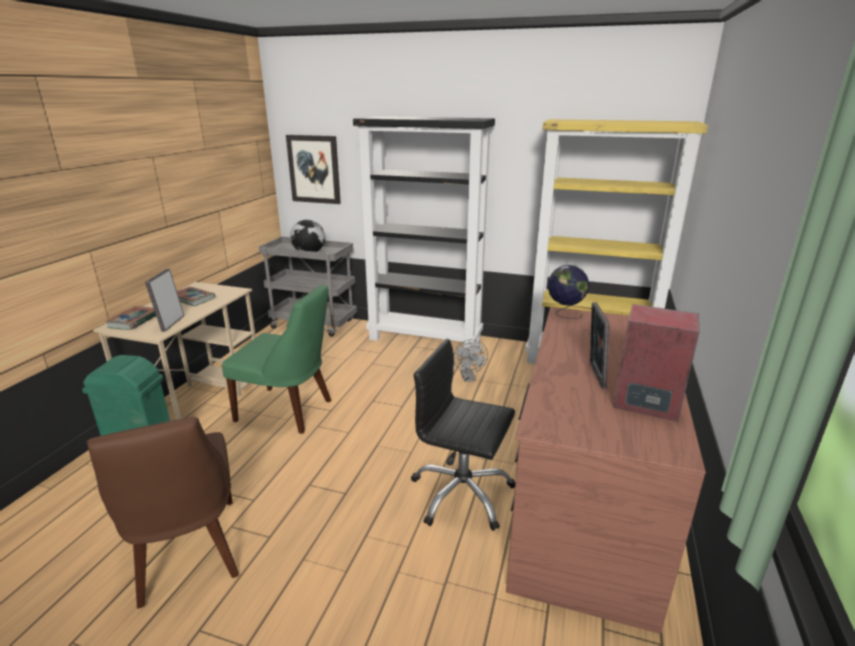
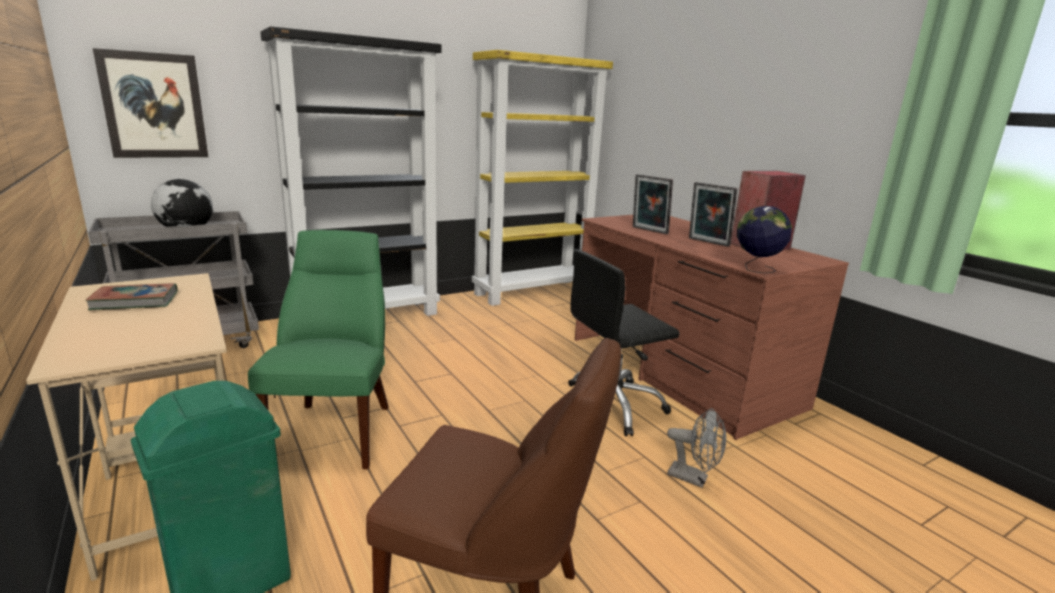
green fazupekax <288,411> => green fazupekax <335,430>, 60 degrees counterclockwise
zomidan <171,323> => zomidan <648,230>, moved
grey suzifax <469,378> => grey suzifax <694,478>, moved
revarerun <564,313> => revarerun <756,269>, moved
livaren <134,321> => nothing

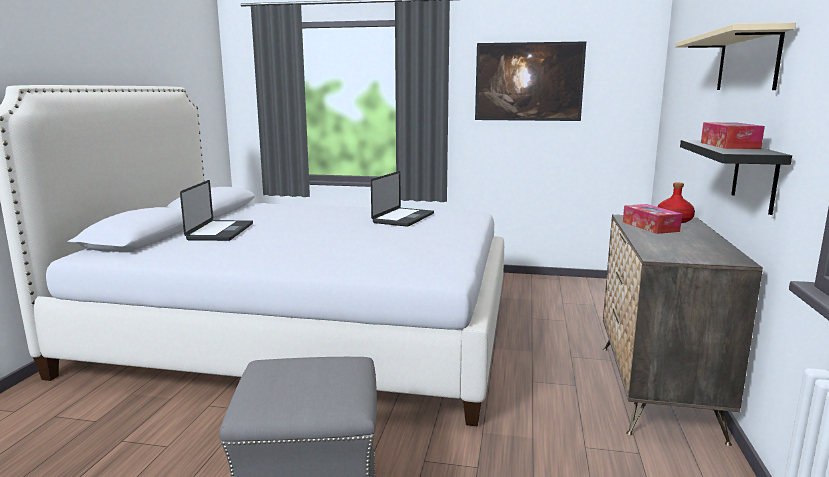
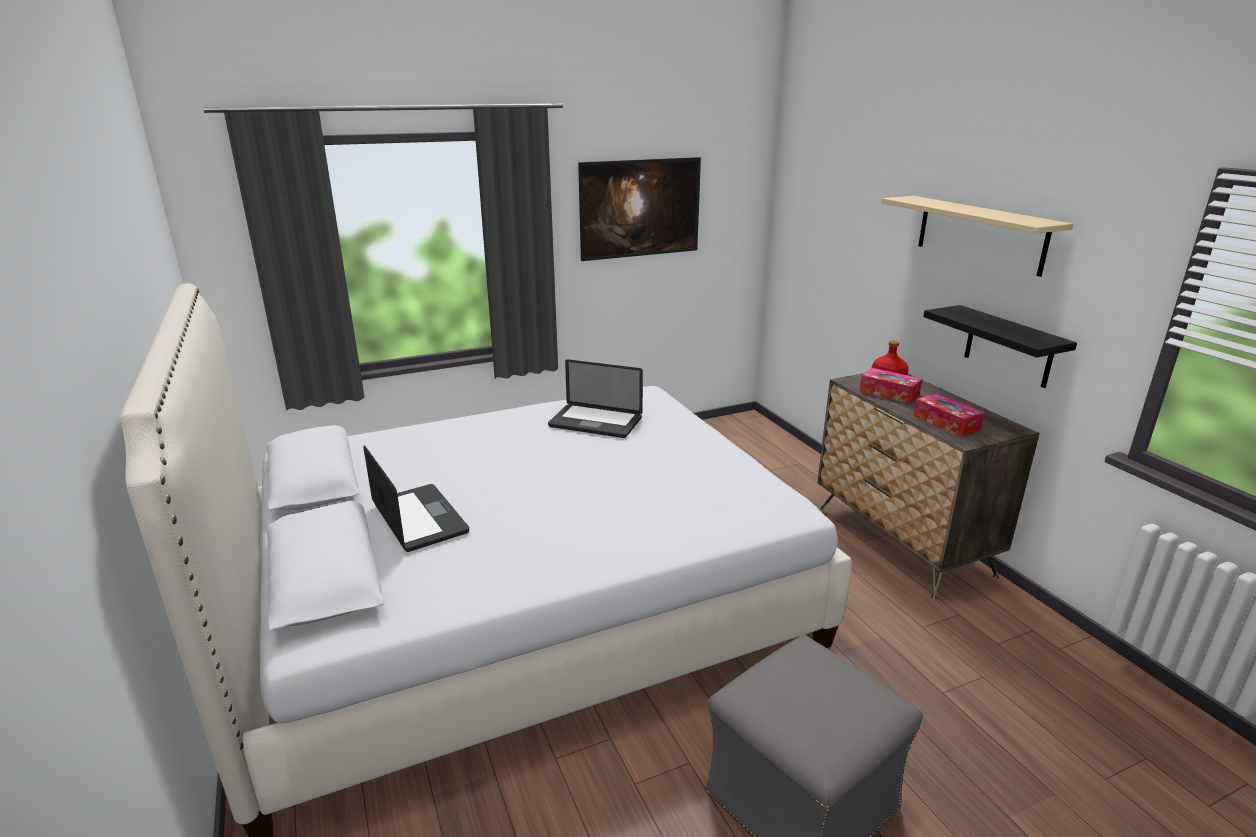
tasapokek <403,218> => tasapokek <595,422>, 120 degrees clockwise
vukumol <729,145> => vukumol <946,423>, moved

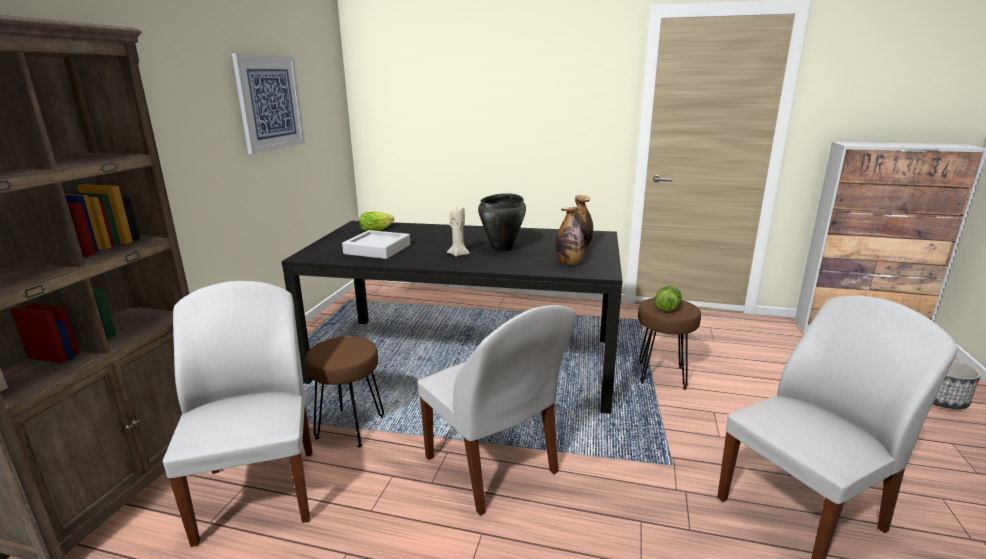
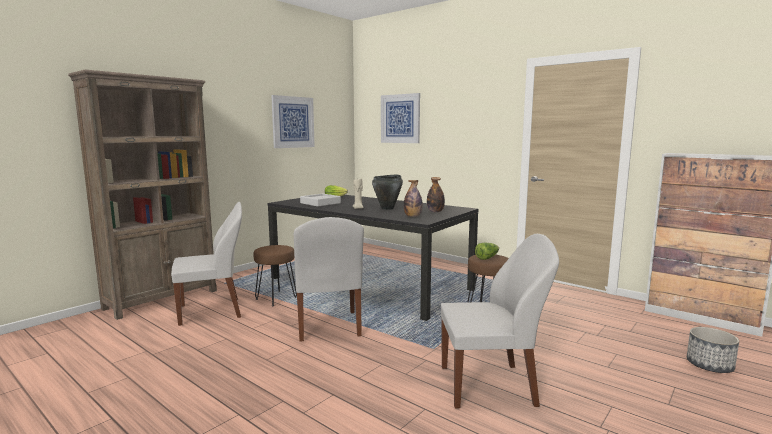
white fazupekax <259,491> => white fazupekax <212,311>, 60 degrees clockwise
nothing => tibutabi <400,118>

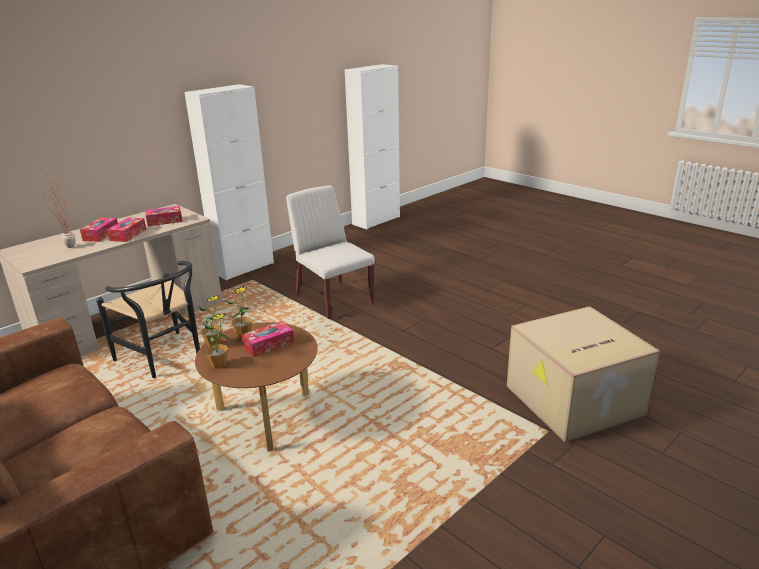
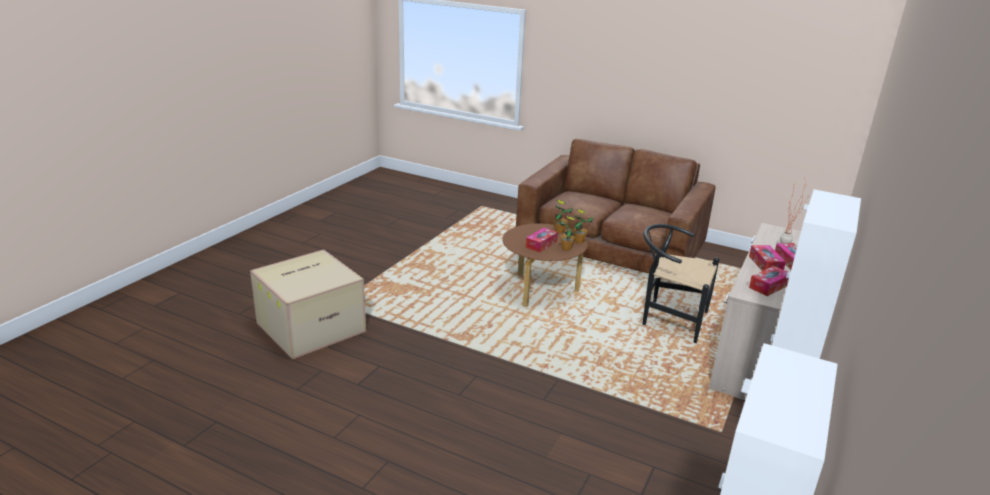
white fazupekax <333,299> => nothing

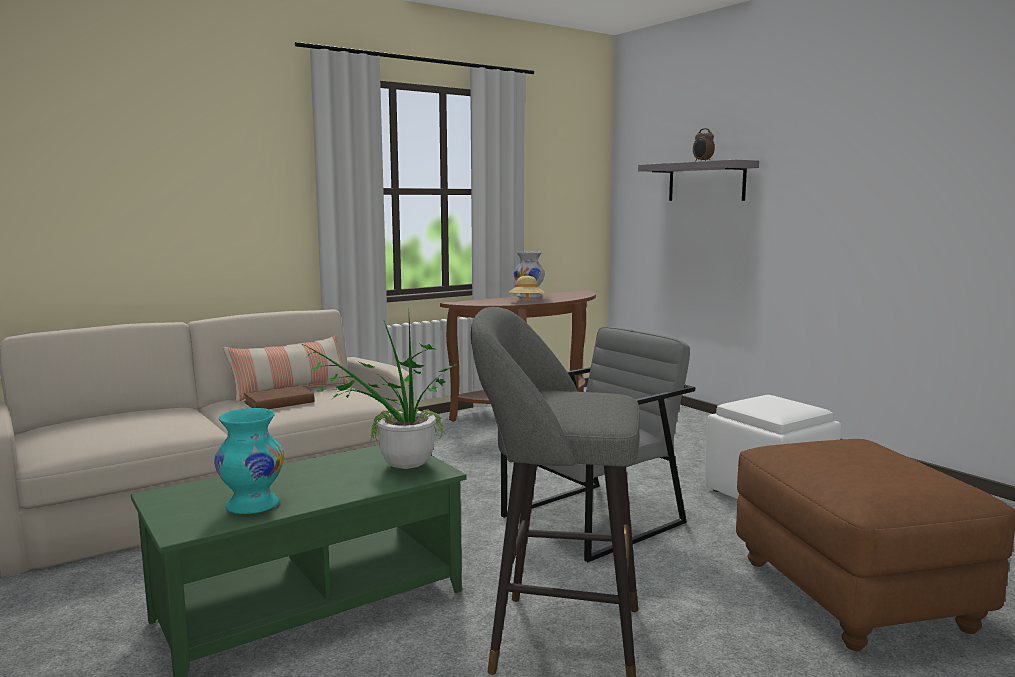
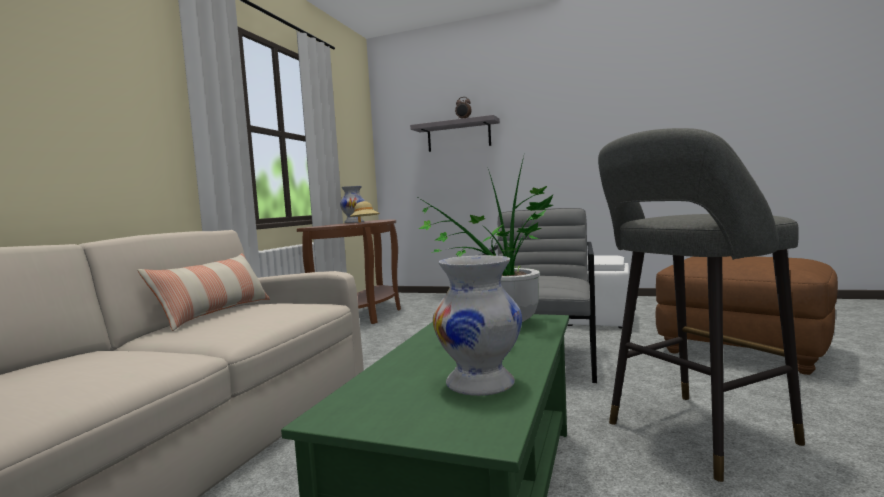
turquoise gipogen <253,505> => white gipogen <481,384>
brown livaren <277,403> => nothing

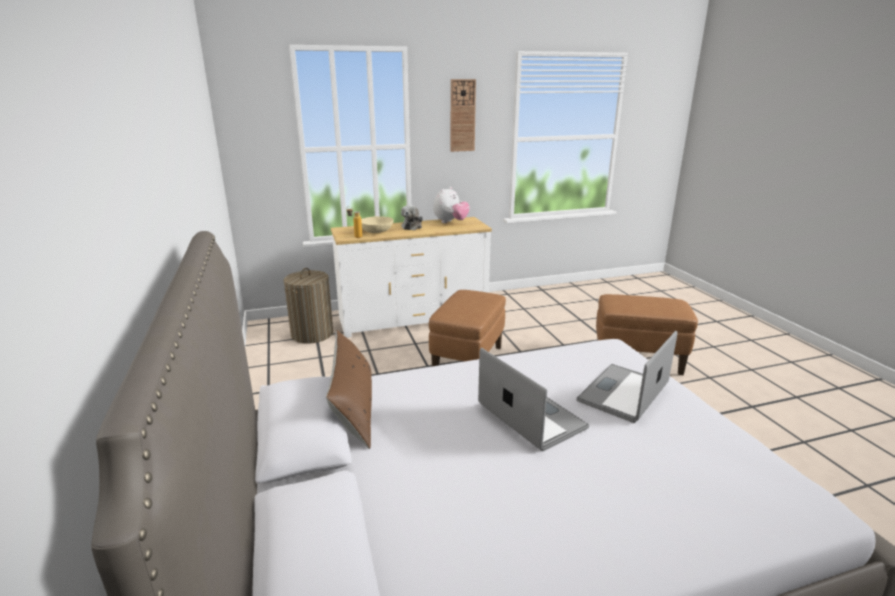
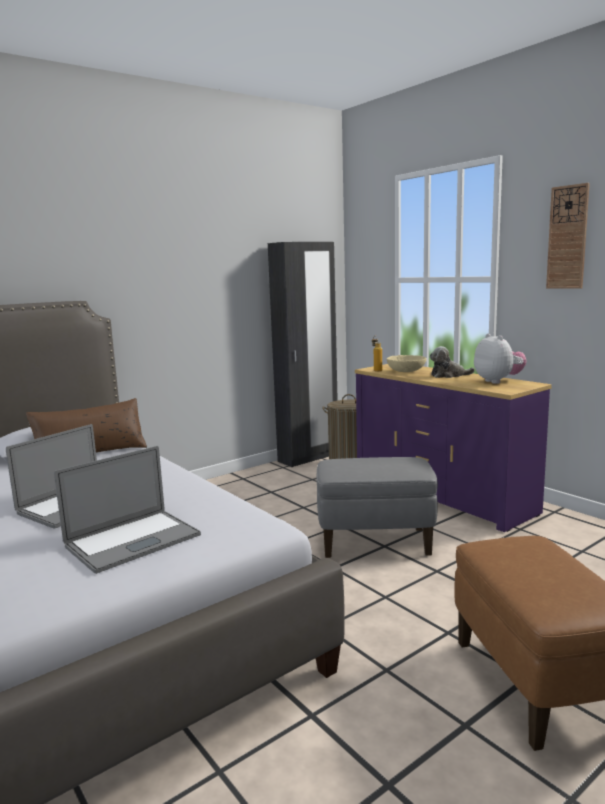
tasapokek <623,393> => tasapokek <133,541>, 120 degrees clockwise
nothing => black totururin <308,458>
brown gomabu <468,360> => grey gomabu <375,542>
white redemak <413,318> => purple redemak <442,494>
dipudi <450,222> => dipudi <498,381>, 120 degrees counterclockwise

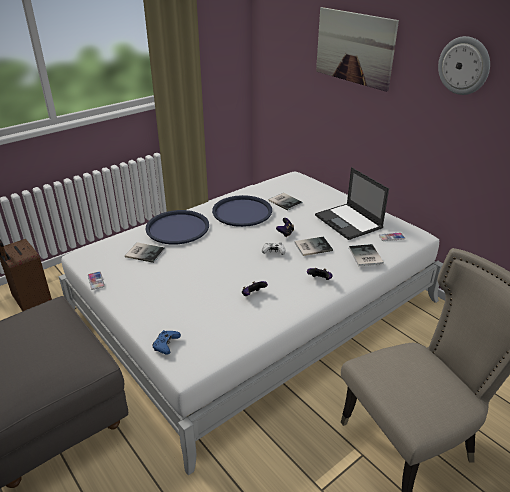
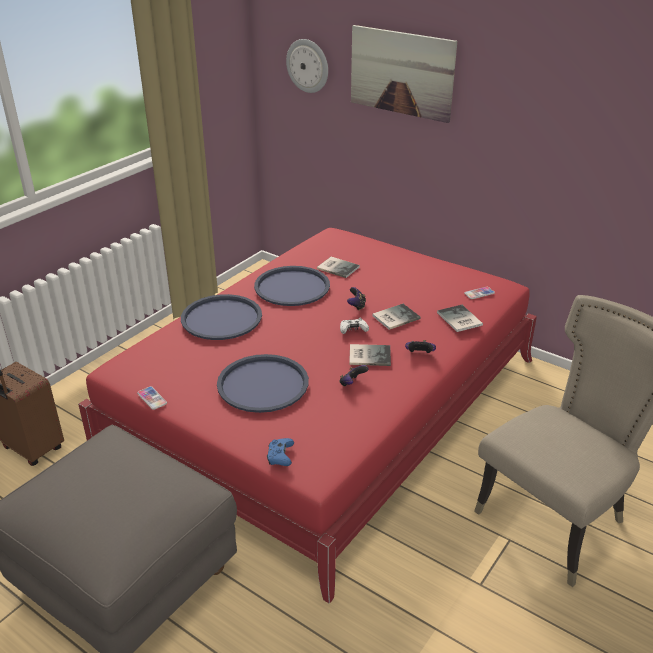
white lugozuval <254,307> => red lugozuval <326,403>
nothing => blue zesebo <263,384>
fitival <464,65> => fitival <308,65>, moved
livaren <144,252> => livaren <368,355>, moved
tasapokek <349,222> => nothing

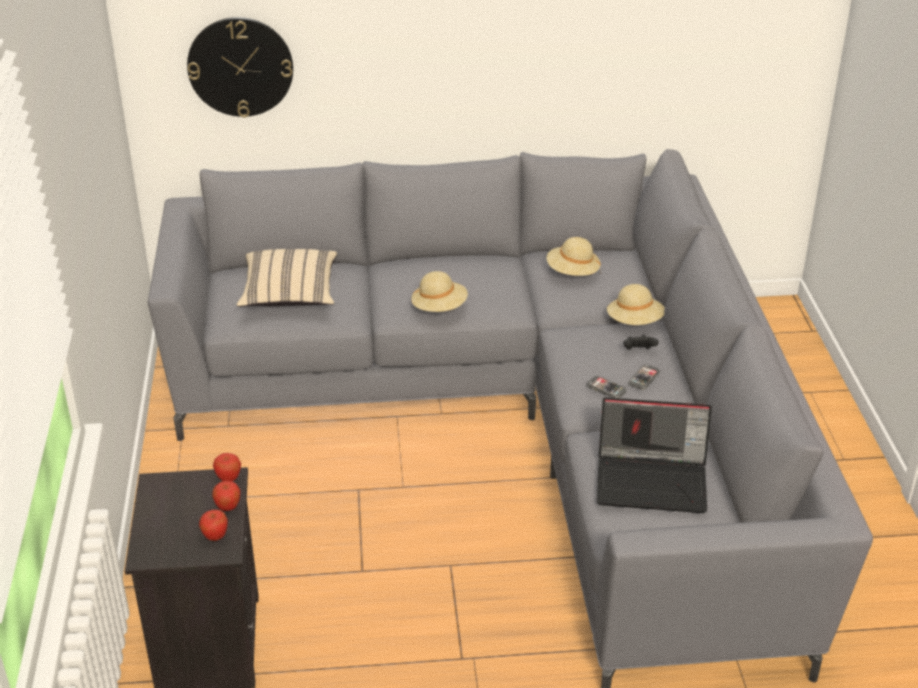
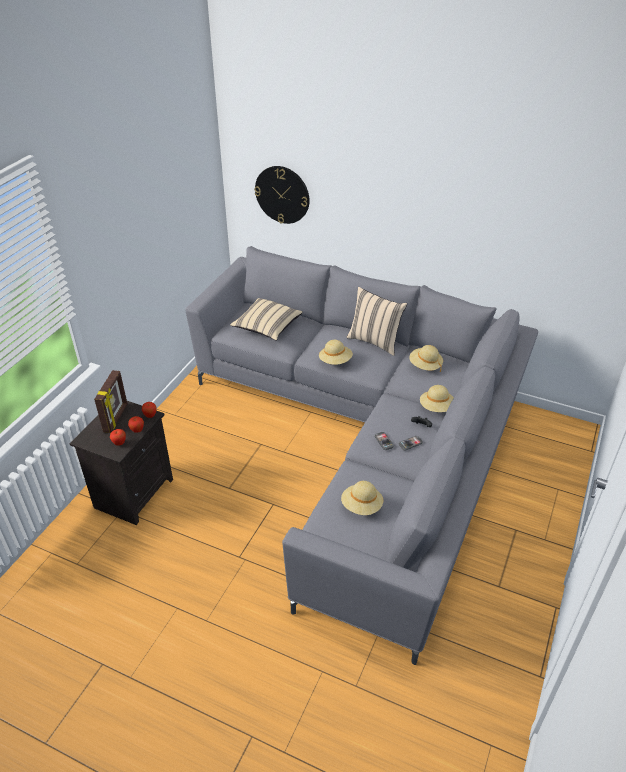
nothing => zomidan <116,418>
tasapokek <653,480> => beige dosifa <361,506>
nothing => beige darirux <375,341>

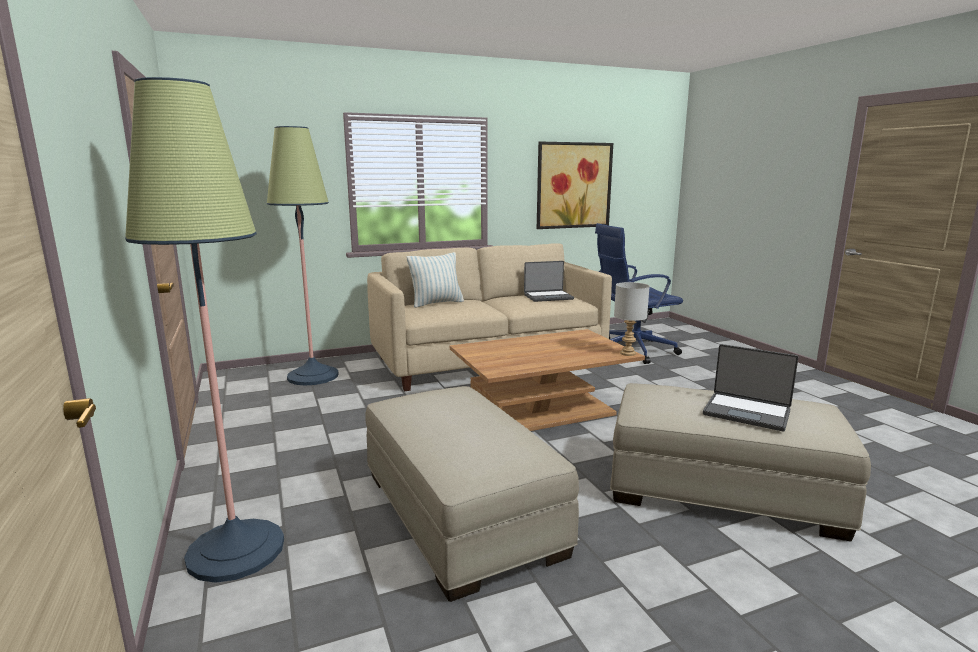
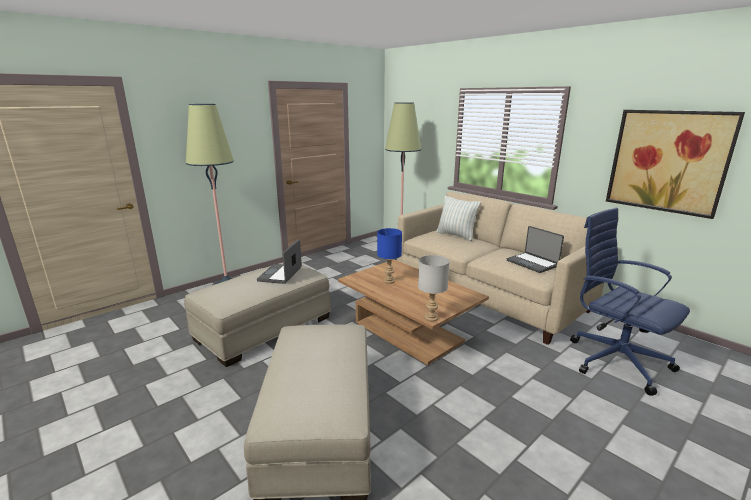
tasapokek <747,412> => tasapokek <281,274>, moved
nothing => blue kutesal <389,281>

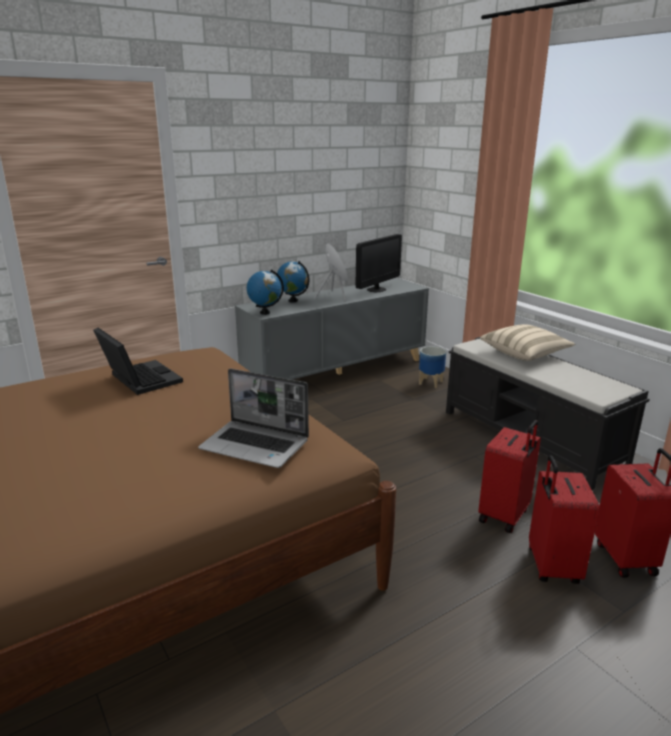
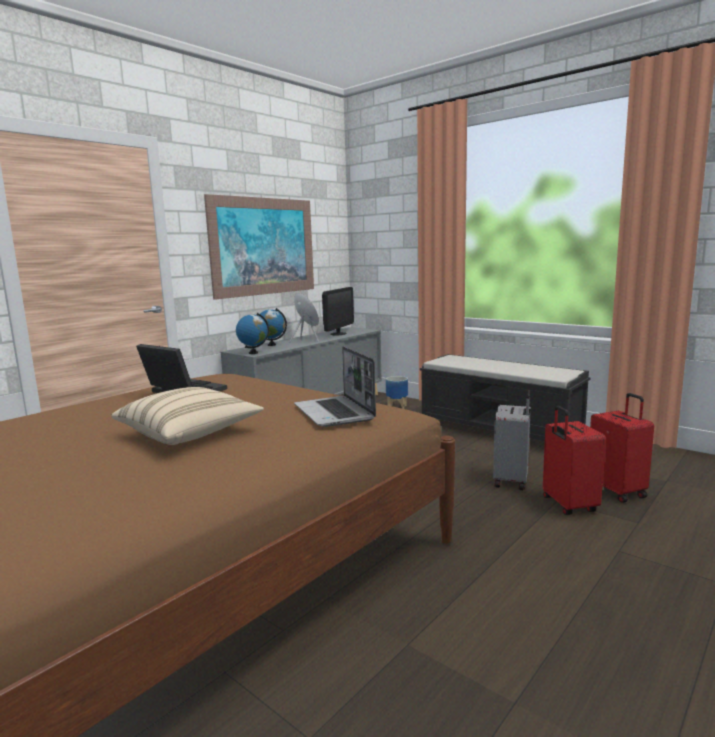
beige darirux <525,354> => beige darirux <190,434>, moved
nothing => tibutabi <264,246>
tasapokek <256,445> => tasapokek <335,413>, 60 degrees clockwise
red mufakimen <505,516> => grey mufakimen <512,480>

